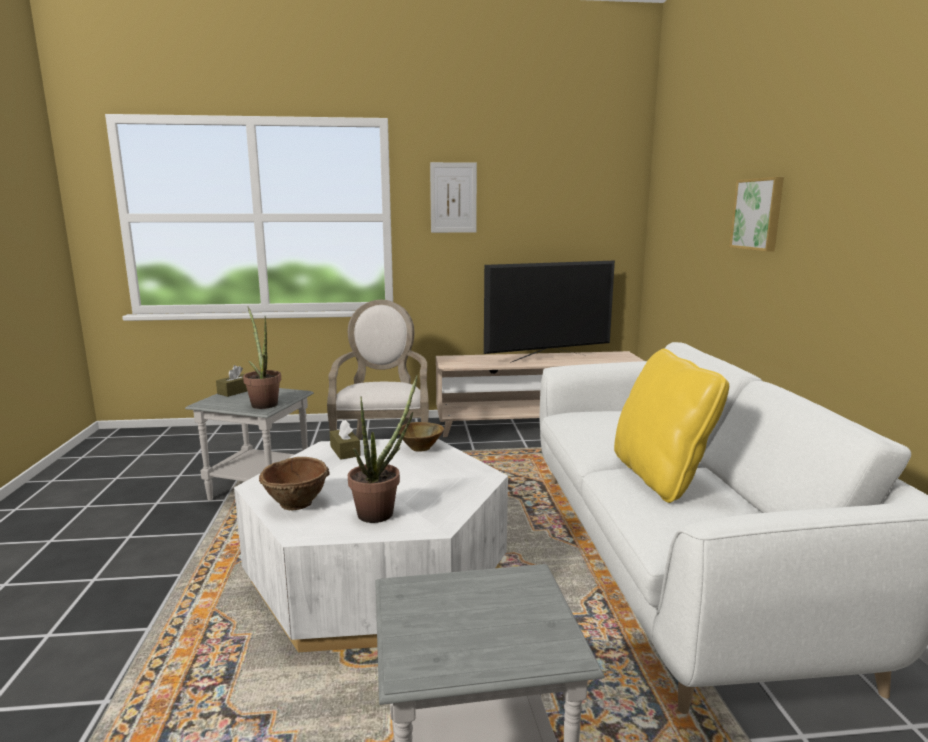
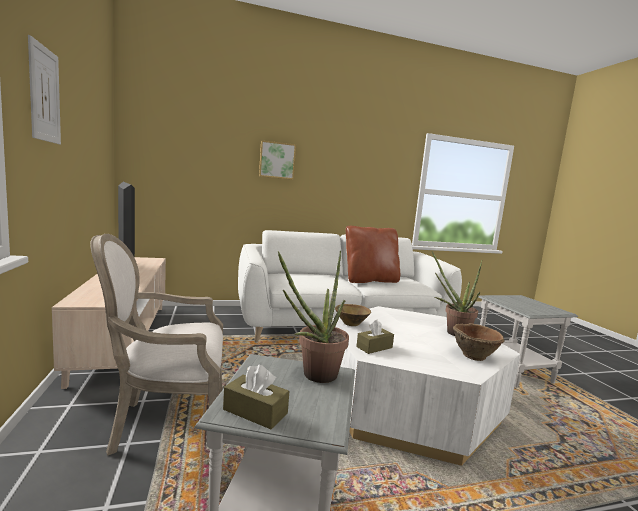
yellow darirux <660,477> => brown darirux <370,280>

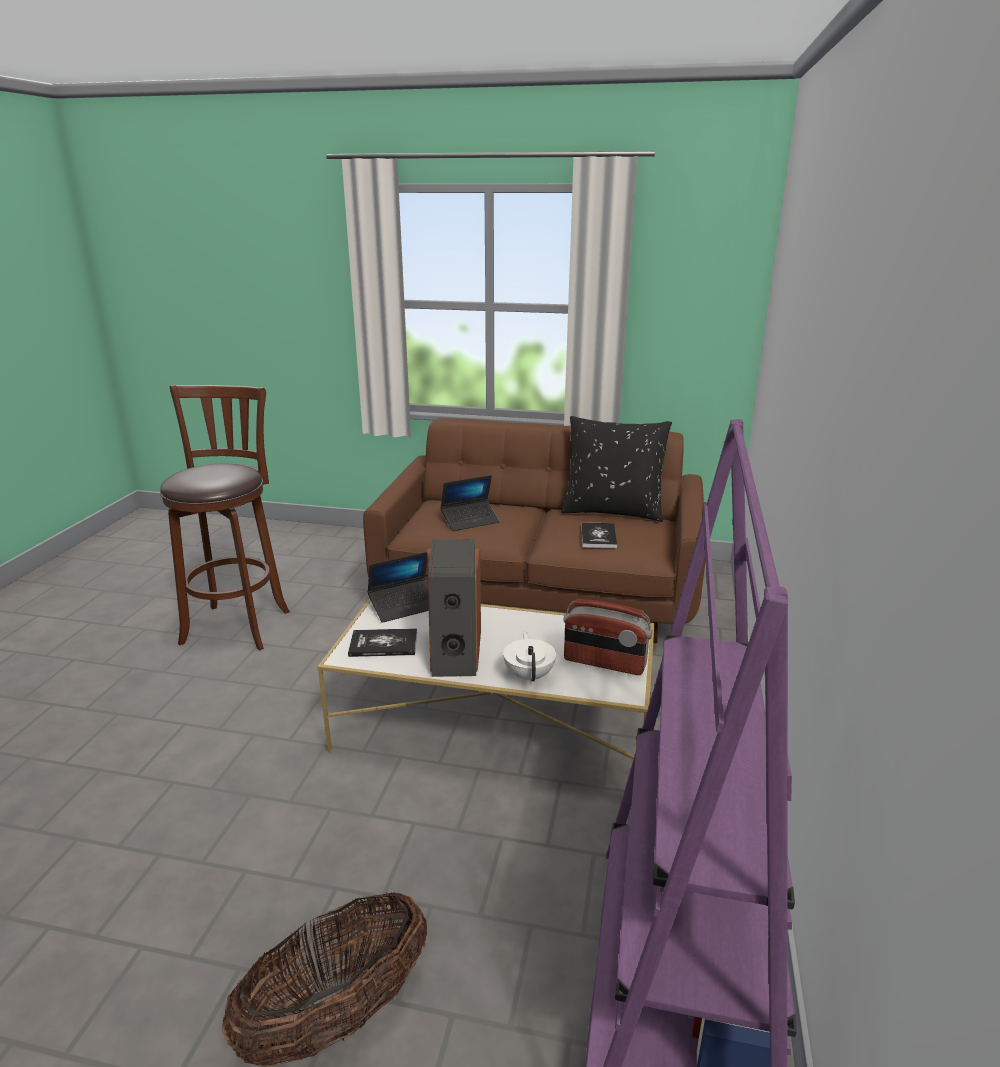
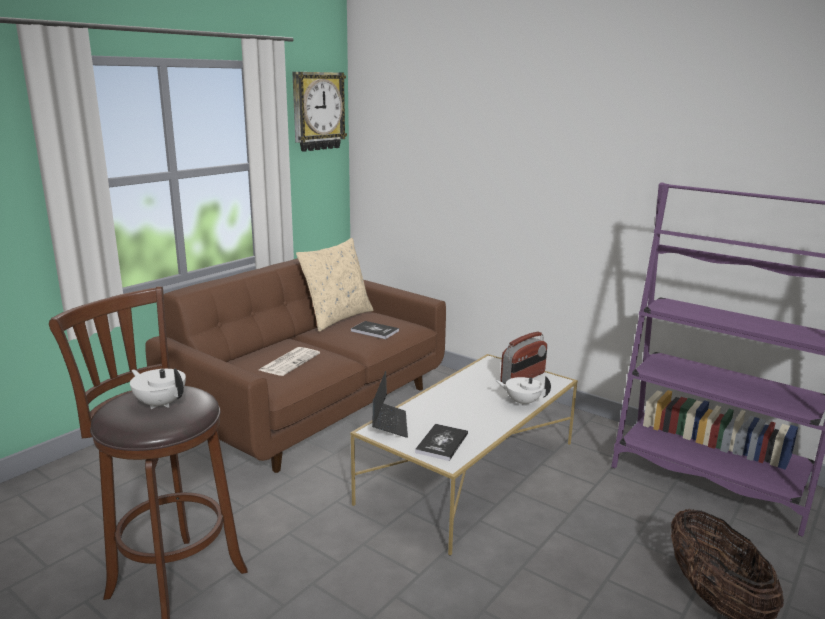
nothing => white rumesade <160,403>
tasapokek <470,521> => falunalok <289,362>
nothing => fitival <317,111>
black darirux <612,511> => beige darirux <337,318>
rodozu <455,651> => nothing

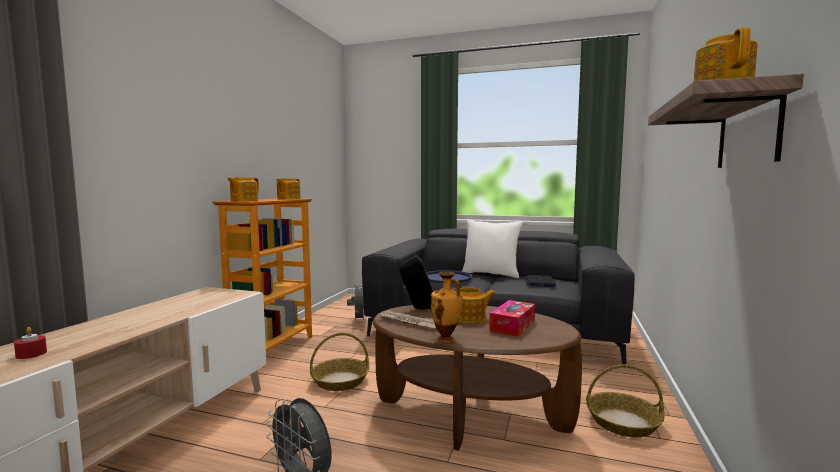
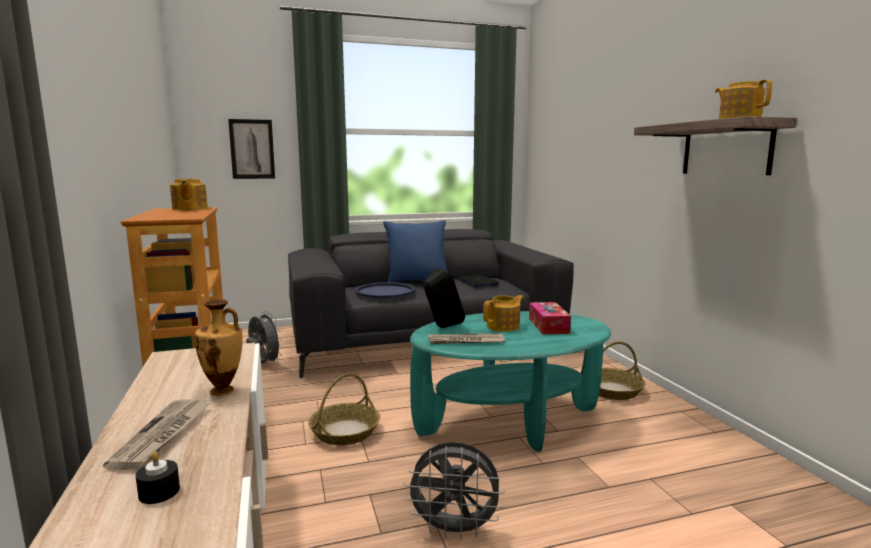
nothing => falunalok <163,435>
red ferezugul <31,354> => black ferezugul <159,492>
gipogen <446,339> => gipogen <223,391>, moved
nothing => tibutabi <252,149>
white darirux <491,274> => blue darirux <417,281>
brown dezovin <470,415> => turquoise dezovin <509,421>
rumesade <243,200> => nothing

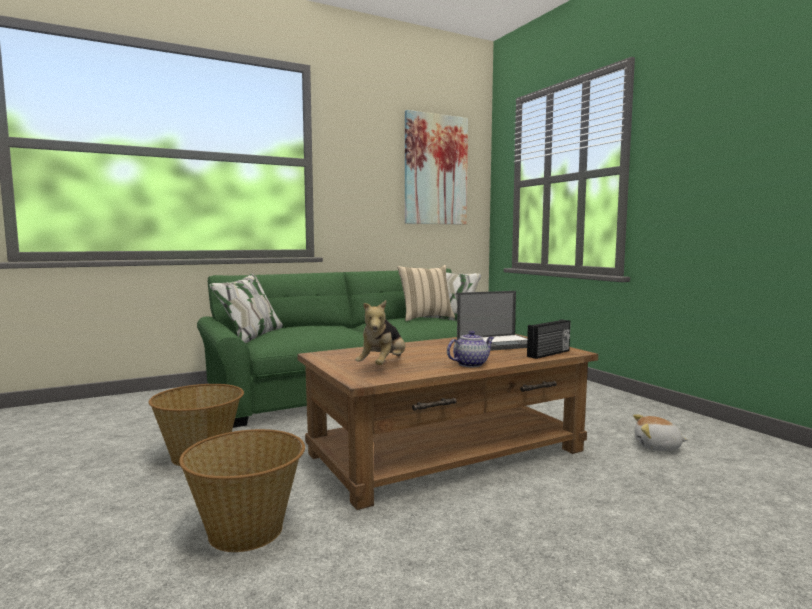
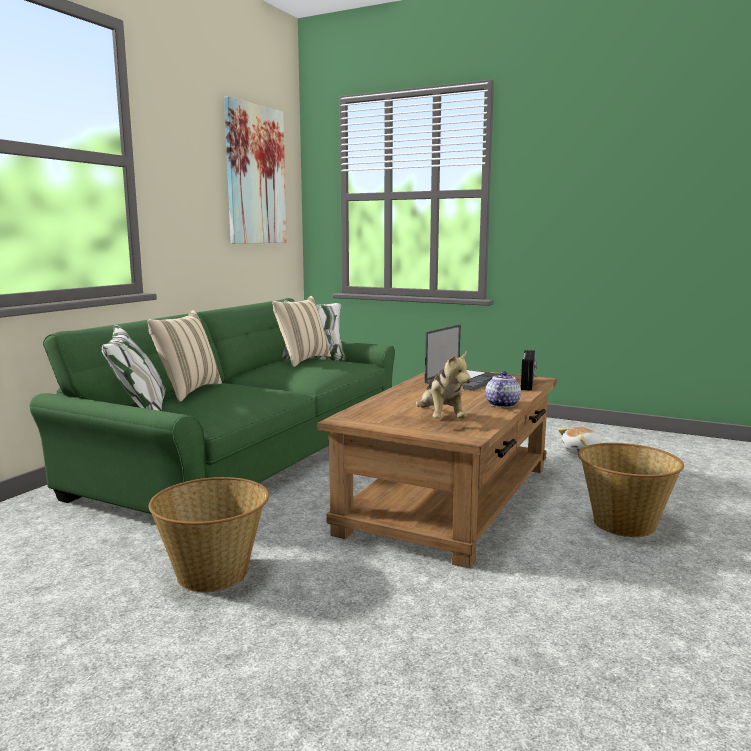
nothing => beige darirux <187,391>
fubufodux <247,530> => fubufodux <624,523>, moved

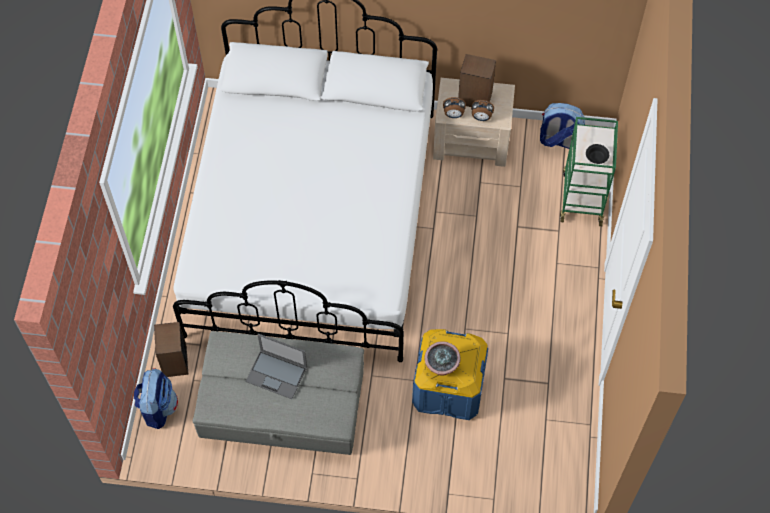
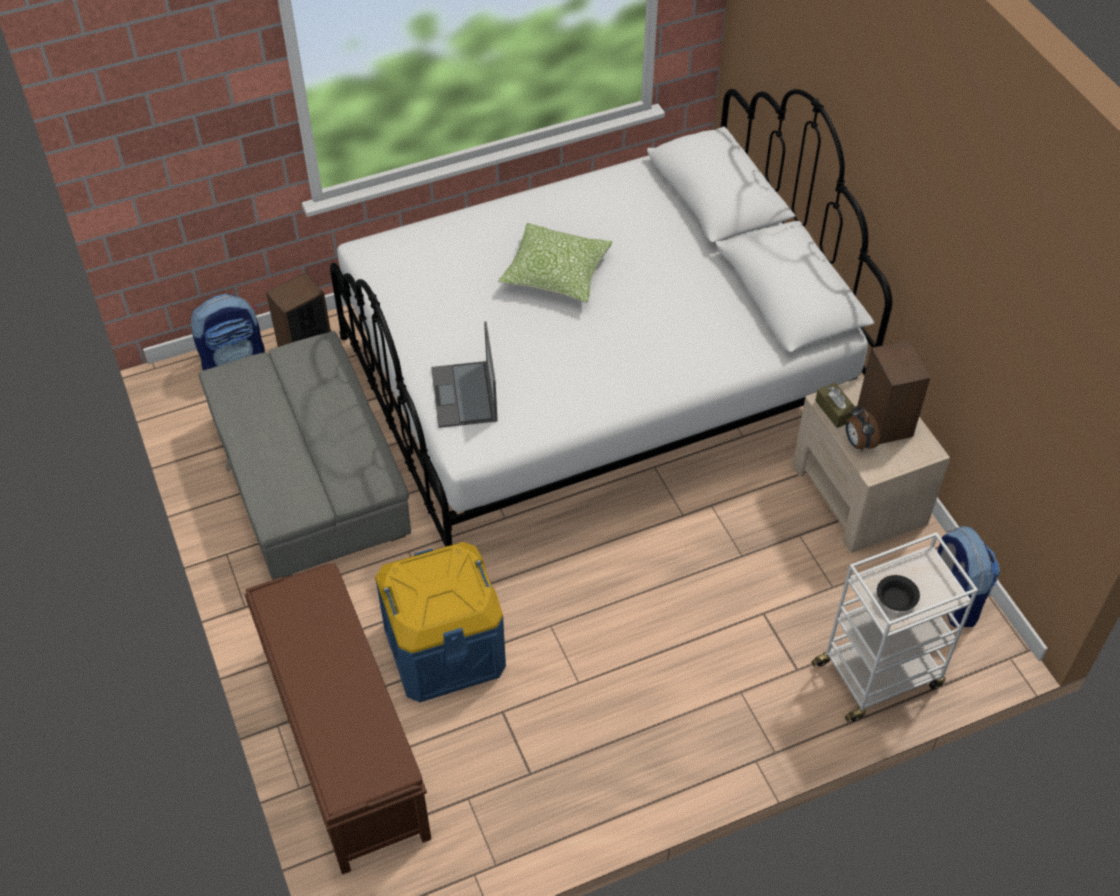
nothing => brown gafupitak <343,739>
tasapokek <277,374> => tasapokek <464,395>, moved
nothing => darirux <556,273>
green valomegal <582,197> => white valomegal <879,674>
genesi <453,115> => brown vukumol <834,410>
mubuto <441,366> => nothing

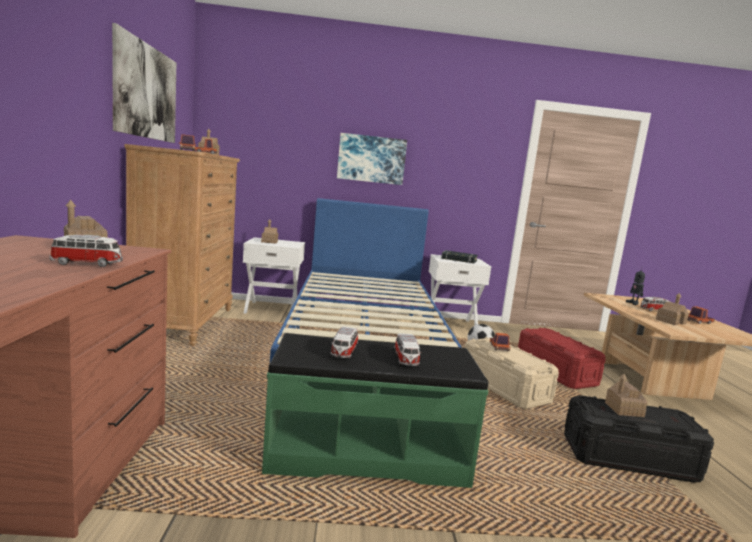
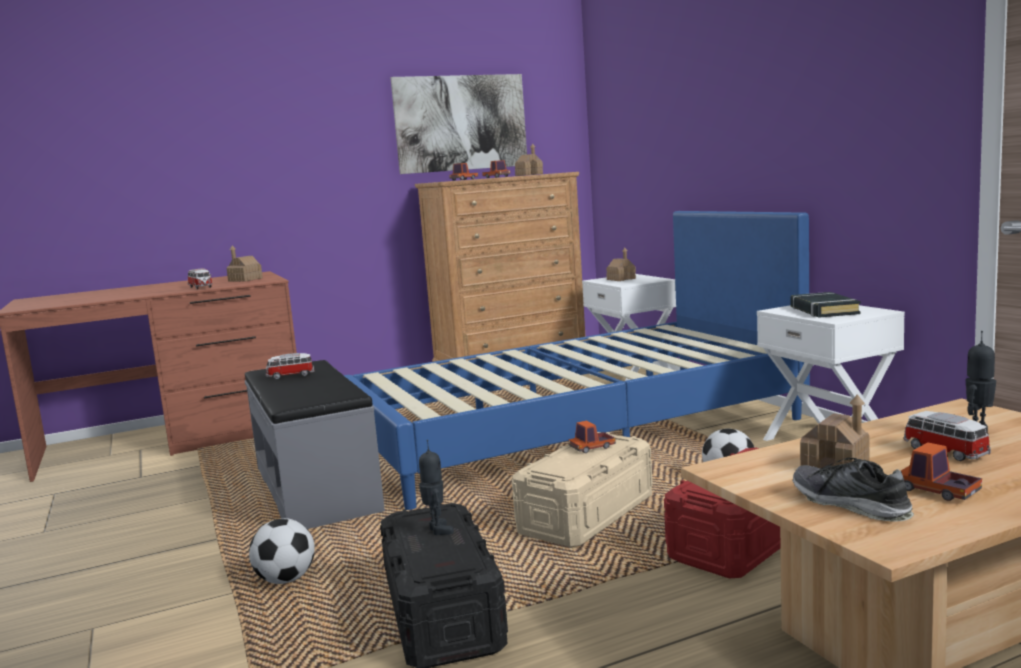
green gafupitak <367,454> => grey gafupitak <317,489>
nothing => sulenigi <286,580>
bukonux <624,410> => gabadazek <437,530>
nothing => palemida <850,504>
tibutabi <371,159> => nothing
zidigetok <406,359> => nothing

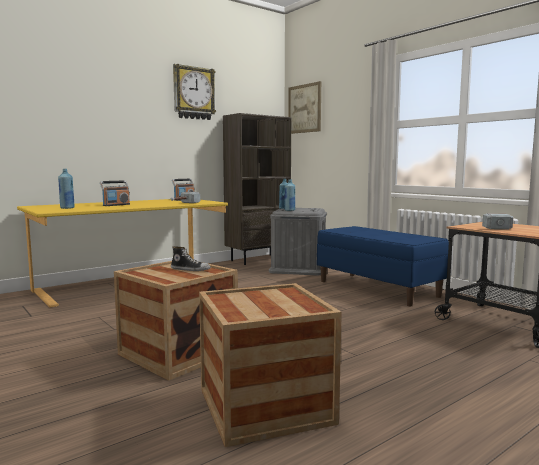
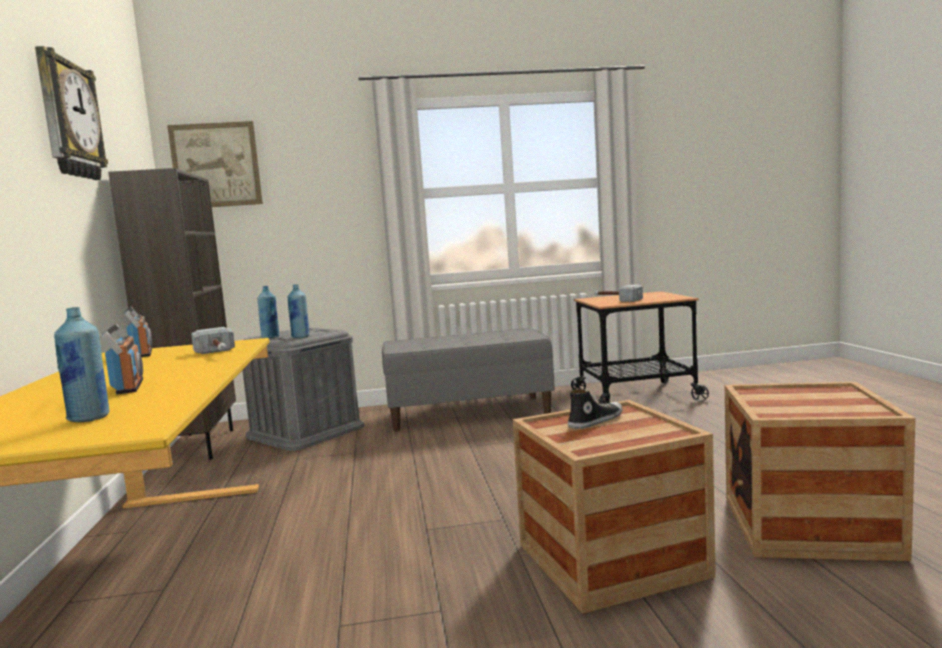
blue gafupitak <378,288> => grey gafupitak <469,413>

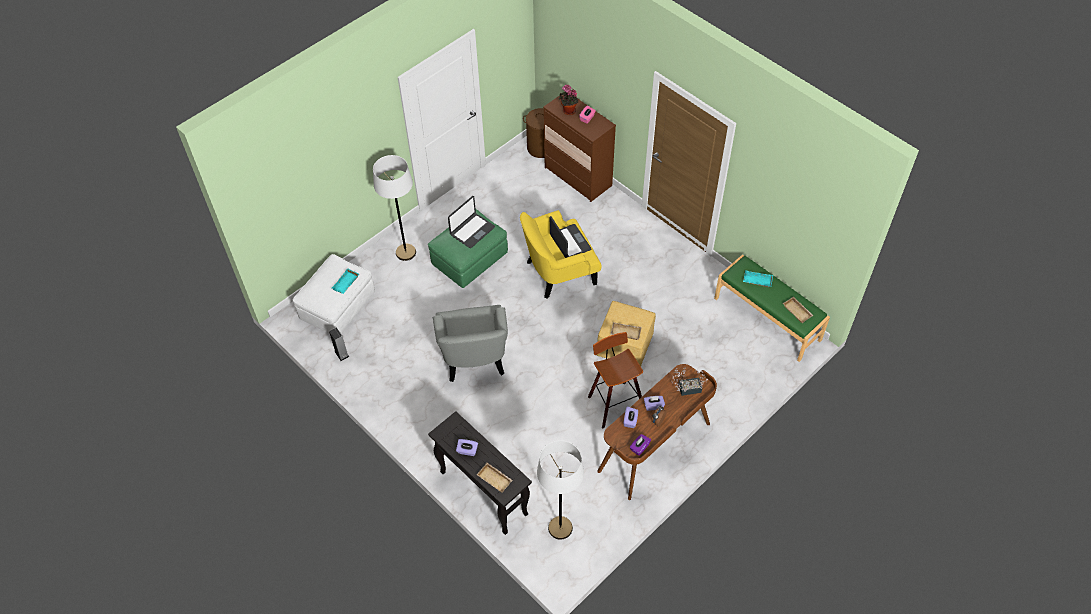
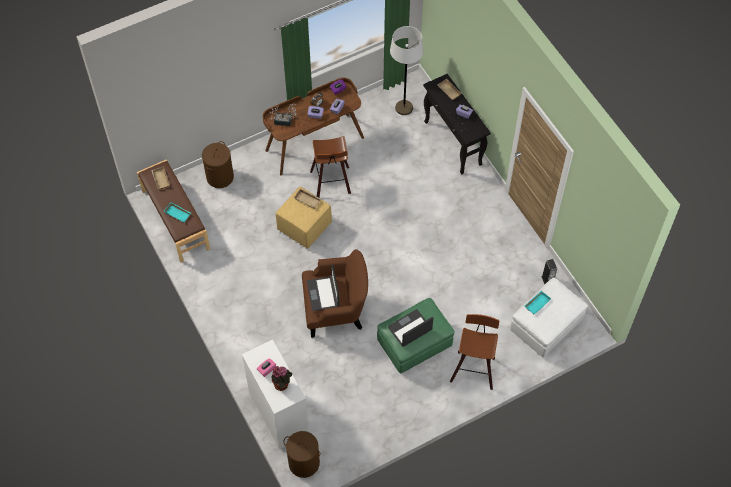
green gafupitak <767,318> => brown gafupitak <175,220>
nothing => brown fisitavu <220,177>
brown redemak <578,177> => white redemak <279,413>
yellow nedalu <559,272> => brown nedalu <335,310>
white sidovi <405,252> => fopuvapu <473,368>
grey nedalu <474,356> => nothing

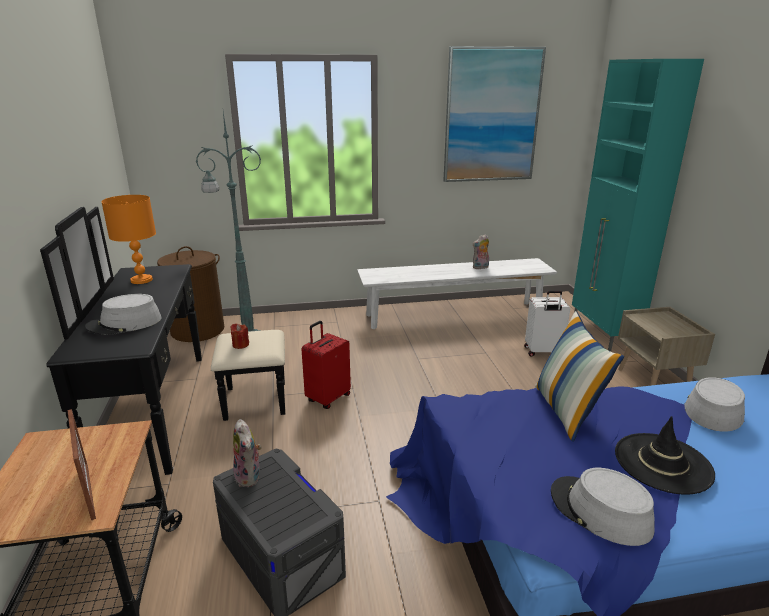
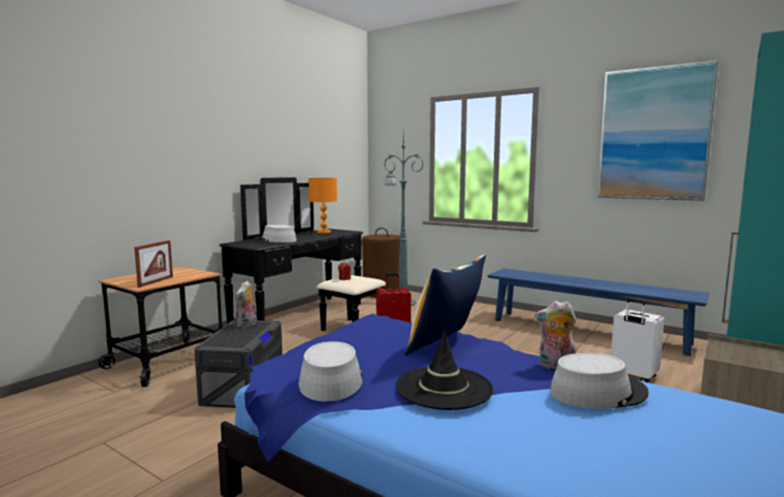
white gafupitak <454,315> => blue gafupitak <586,331>
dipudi <480,267> => dipudi <555,367>, moved

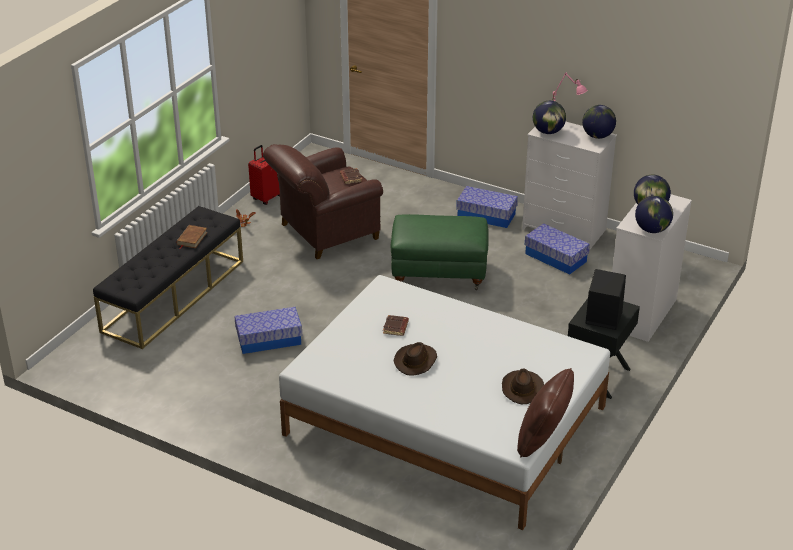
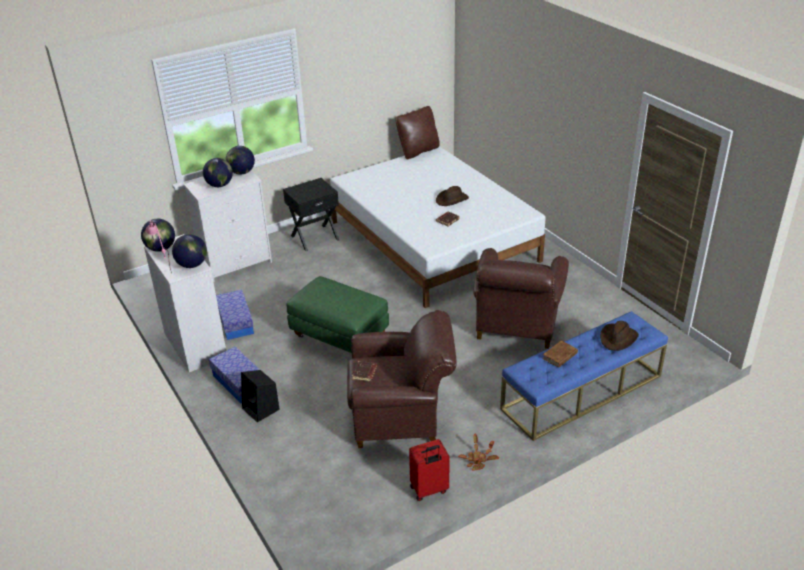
black rodozu <602,318> => black rodozu <261,409>, moved
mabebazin <269,339> => brown nedalu <516,326>
black gafupitak <174,295> => blue gafupitak <581,392>
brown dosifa <522,388> => brown dosifa <618,338>, moved

